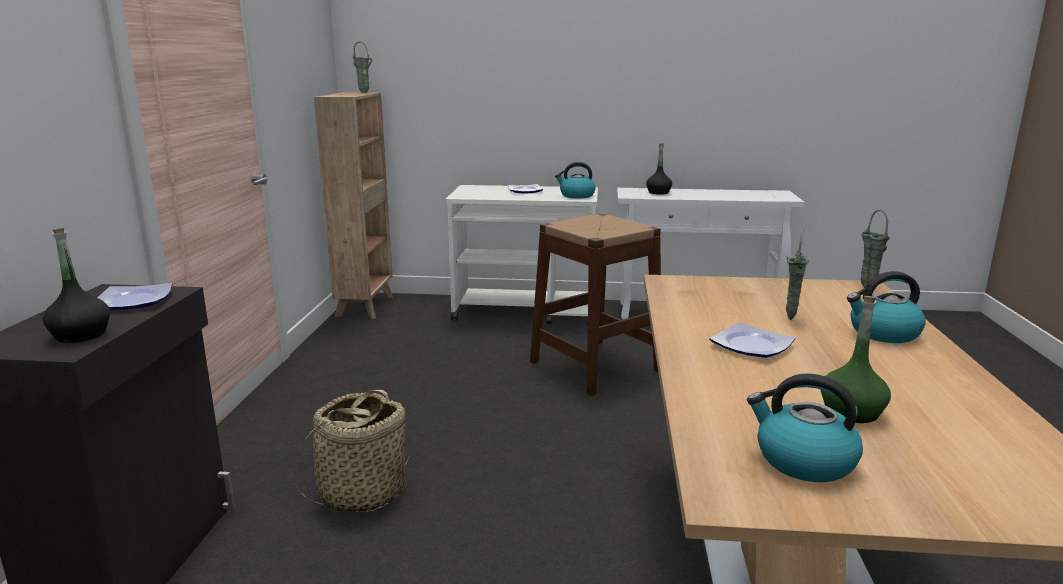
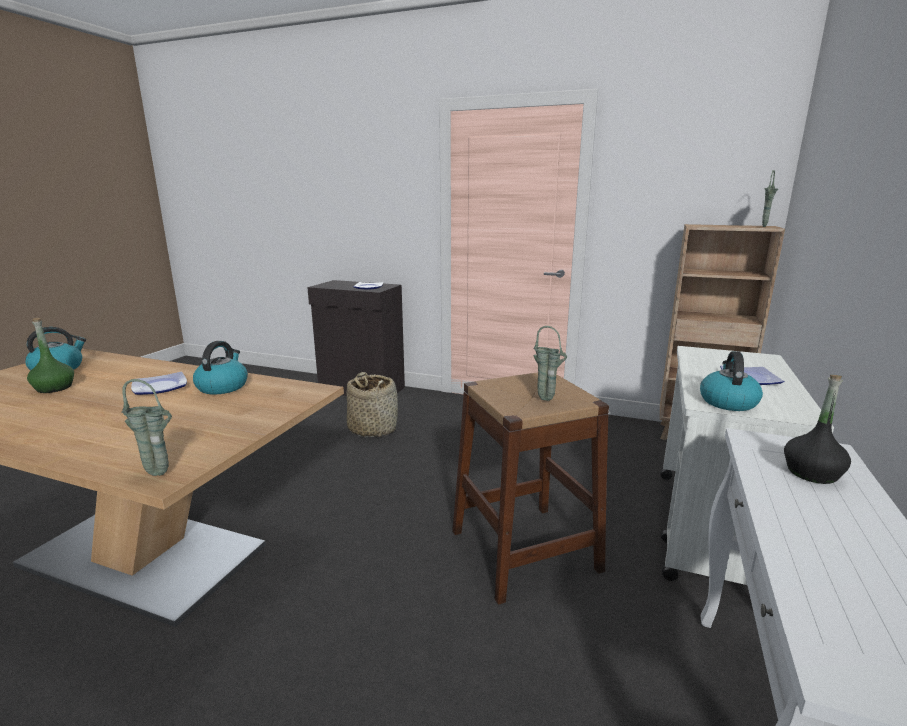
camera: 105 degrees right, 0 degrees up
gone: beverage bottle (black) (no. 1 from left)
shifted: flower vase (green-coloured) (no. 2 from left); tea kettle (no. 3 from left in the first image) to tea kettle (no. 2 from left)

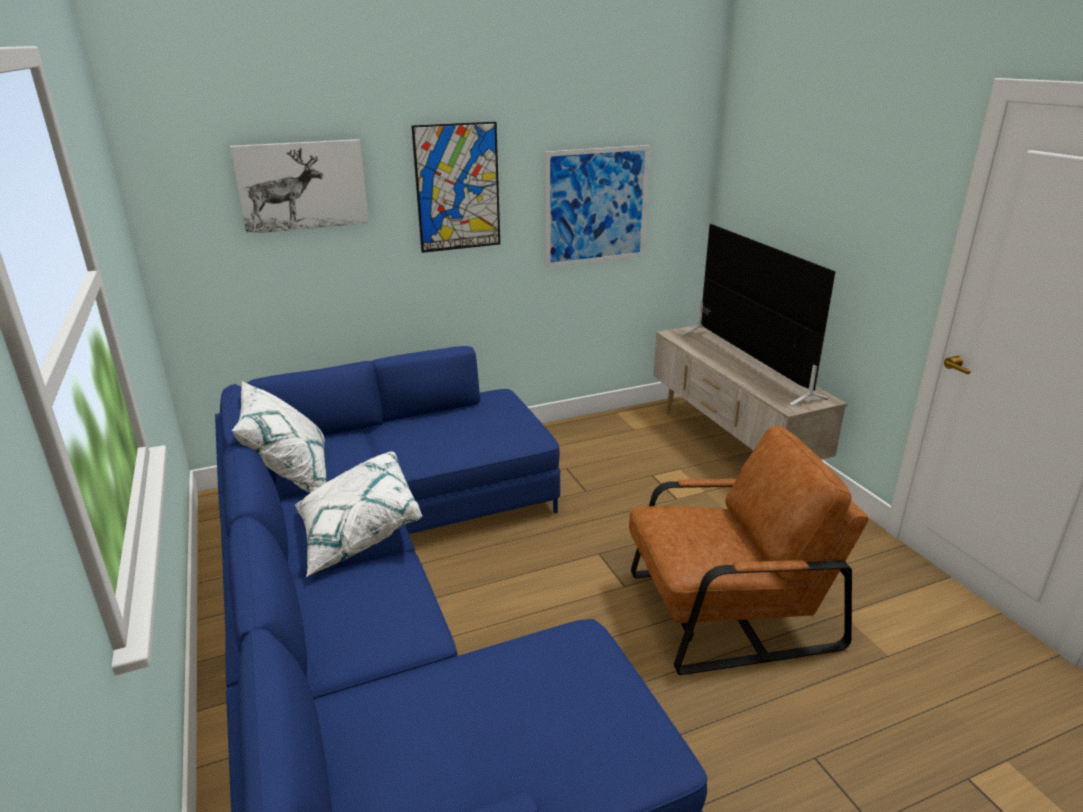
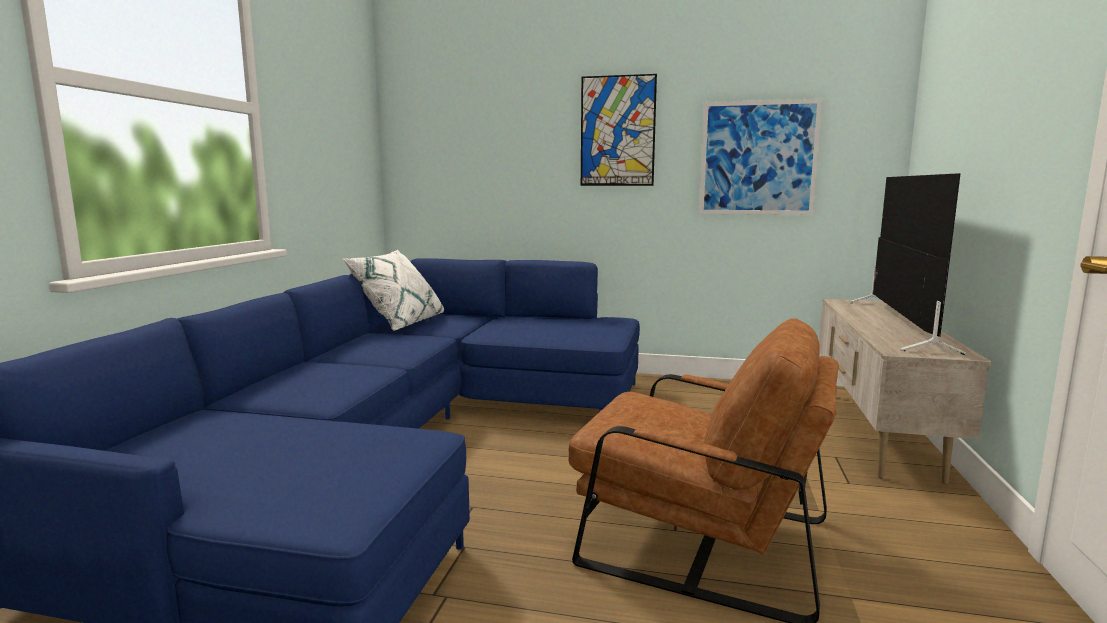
camera: 35 degrees right, 15 degrees down
gone: wall picture (no. 1 from left); throw pillow (whitish) (no. 2 from left)

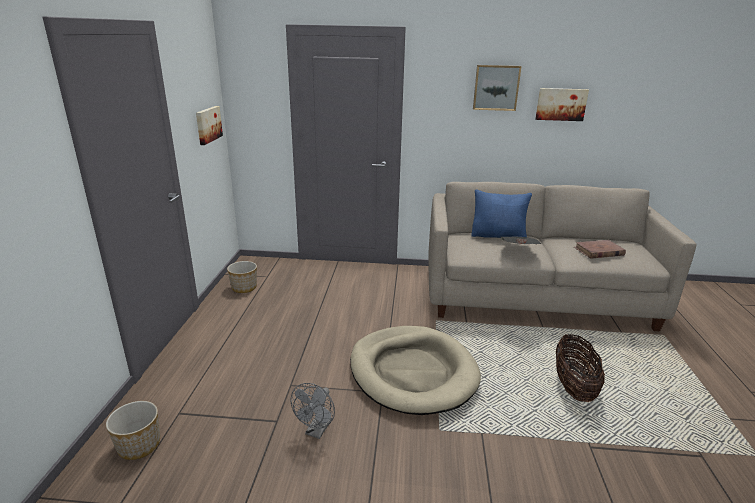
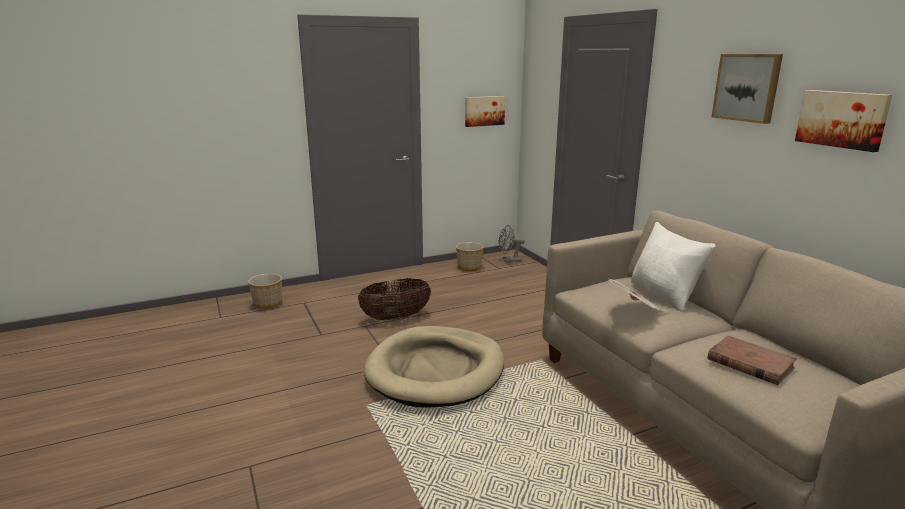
camera: 60 degrees right, 5 degrees down
shifted: storage basket; electric fan (greyish)
repainted: throw pillow (blue) to throw pillow (whitish)

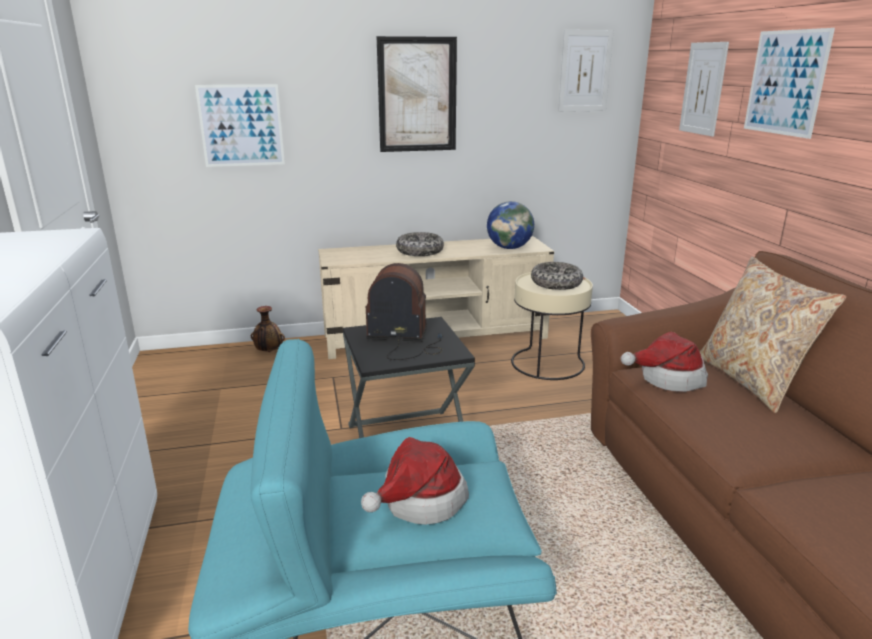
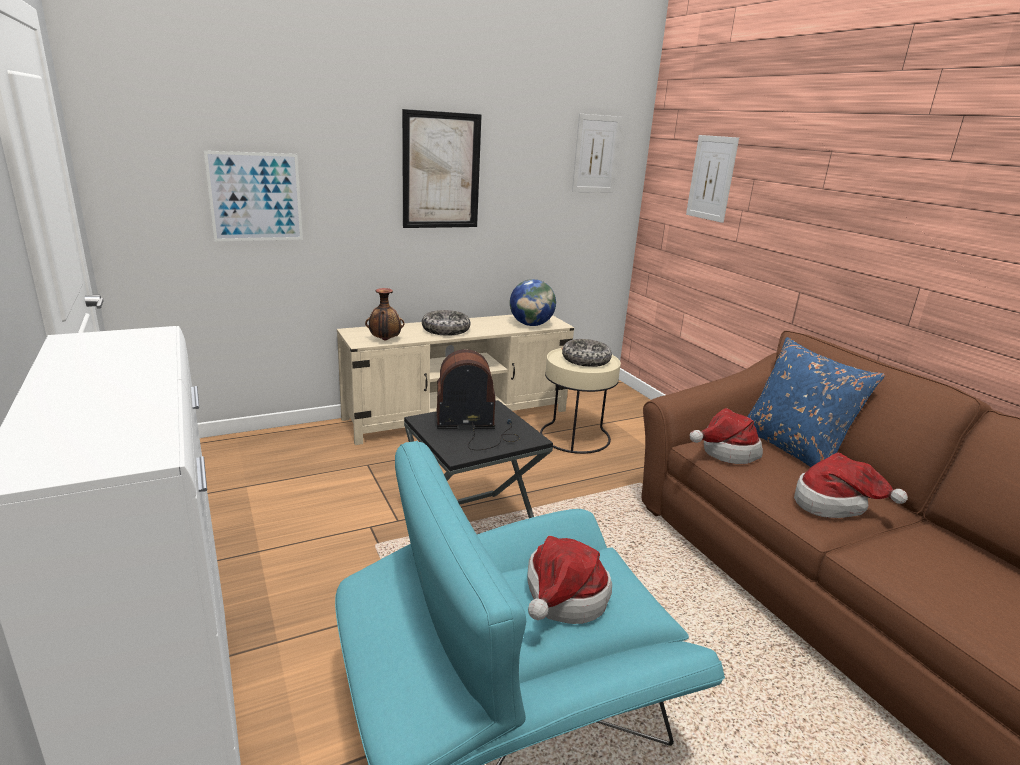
camera: 15 degrees left, 0 degrees up
gone: wall picture (no. 5 from left)
new: hat (no. 3 from left)
shifted: flower vase
repainted: throw pillow (beige-coloured) to throw pillow (blue)

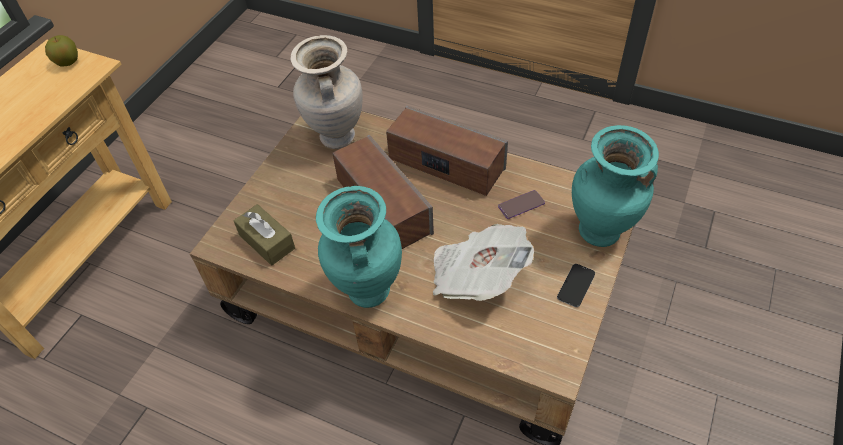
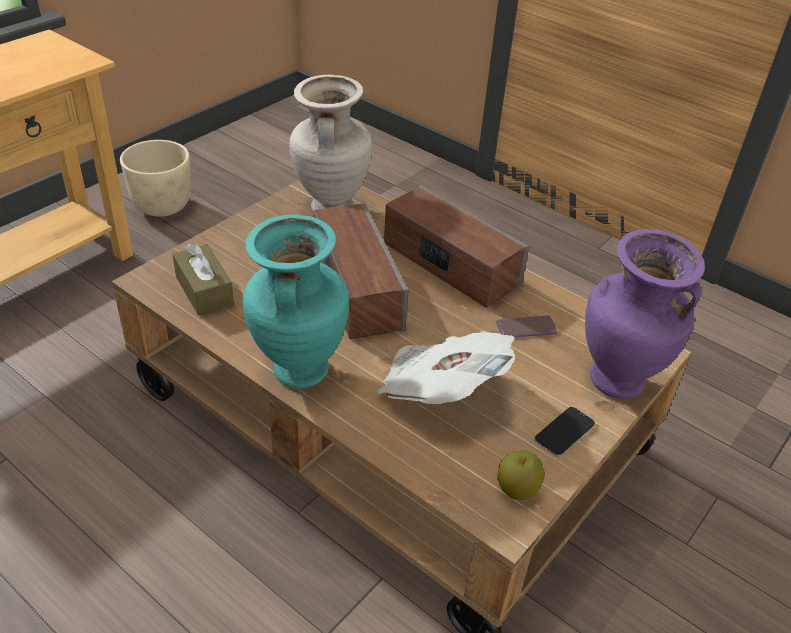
camera: 10 degrees right, 10 degrees down
new: planter (beige-coloured)
shifted: whole apple
repainted: flower vase (blue-green) (no. 2 from left) to flower vase (purplish)

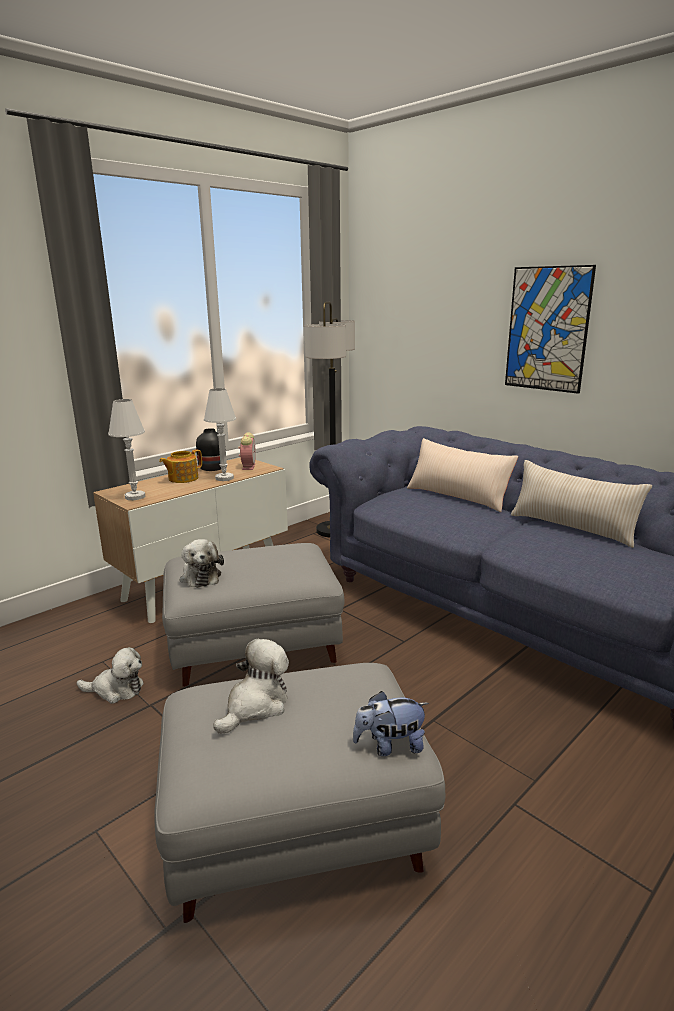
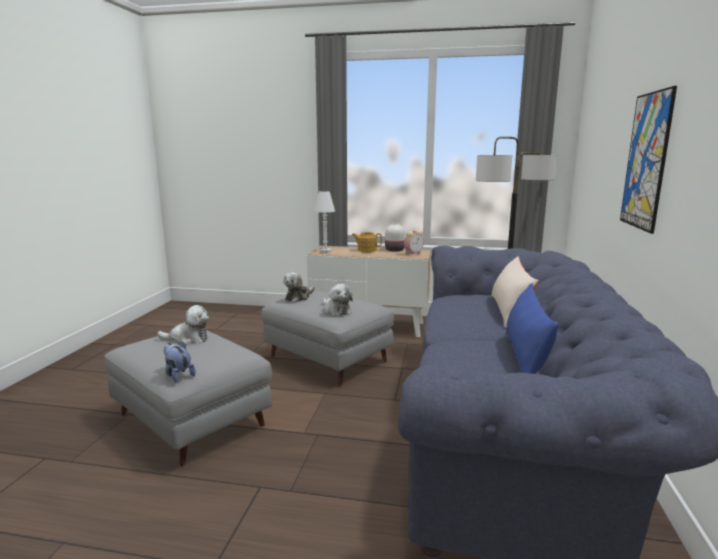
camera: 55 degrees right, 5 degrees down
gone: table lamp (whitish) (no. 2 from left)
shifted: soft toy (no. 1 from left in the first image) to soft toy (no. 4 from left)
repainted: flower vase (black) to flower vase (whitish); throw pillow (beige-coloured) (no. 2 from left) to throw pillow (blue)

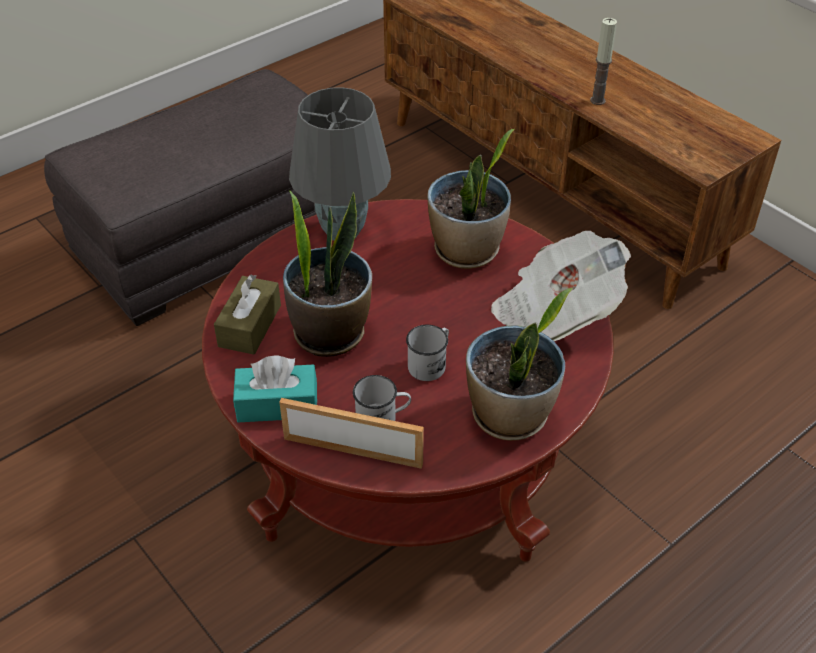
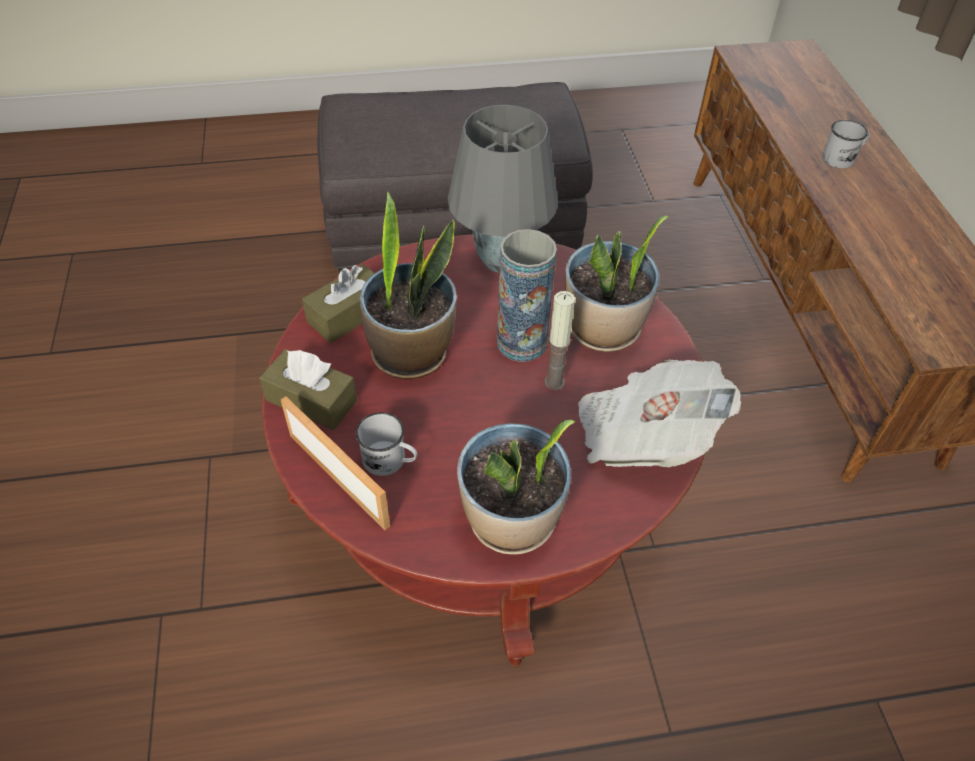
camera: 30 degrees right, 5 degrees up
new: flower vase
shifted: candle; tea mug (whitish) (no. 2 from left)
repainted: box of tissues (blue-green) to box of tissues (brown-coloured) (no. 1 from left)

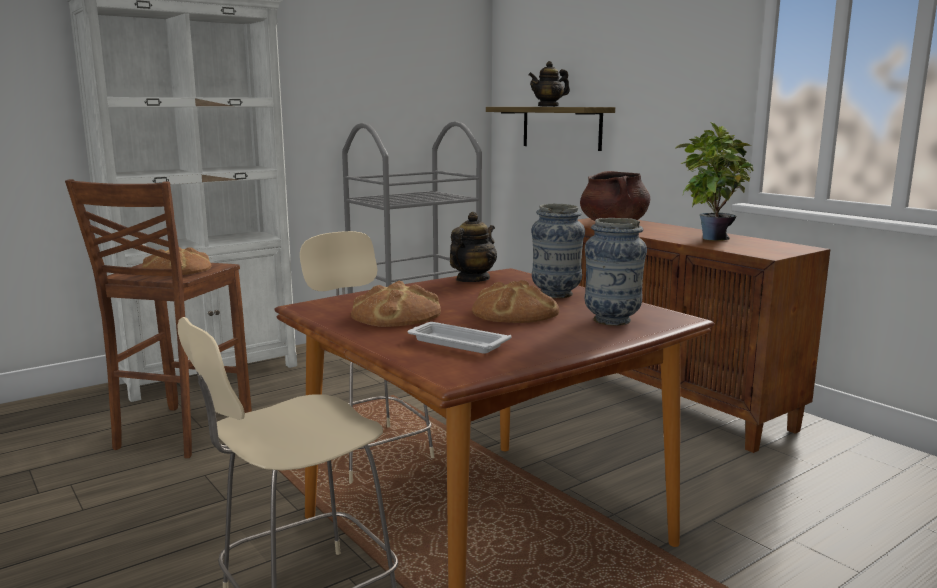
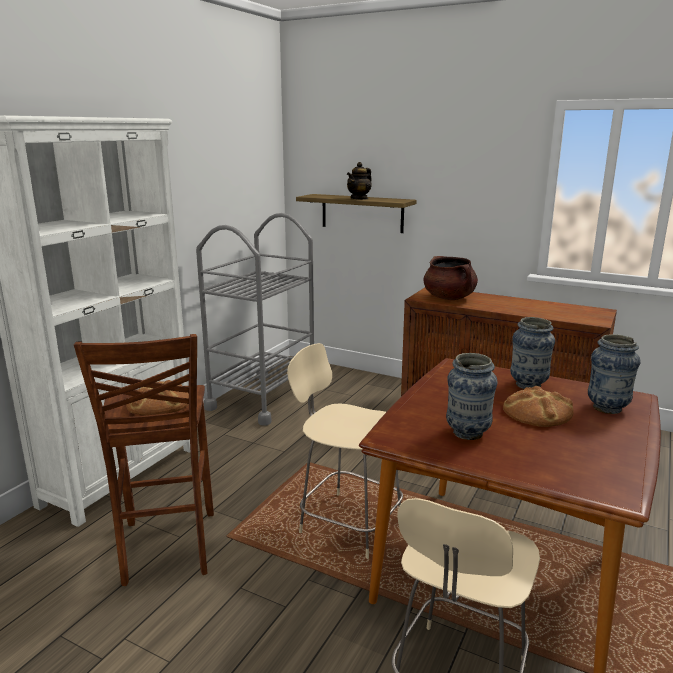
camera: 25 degrees left, 5 degrees up
gone: potted plant; teapot (no. 1 from left); serving tray (whitish)
swapped: bakery bread (no. 2 from left) to flower vase (no. 1 from left)

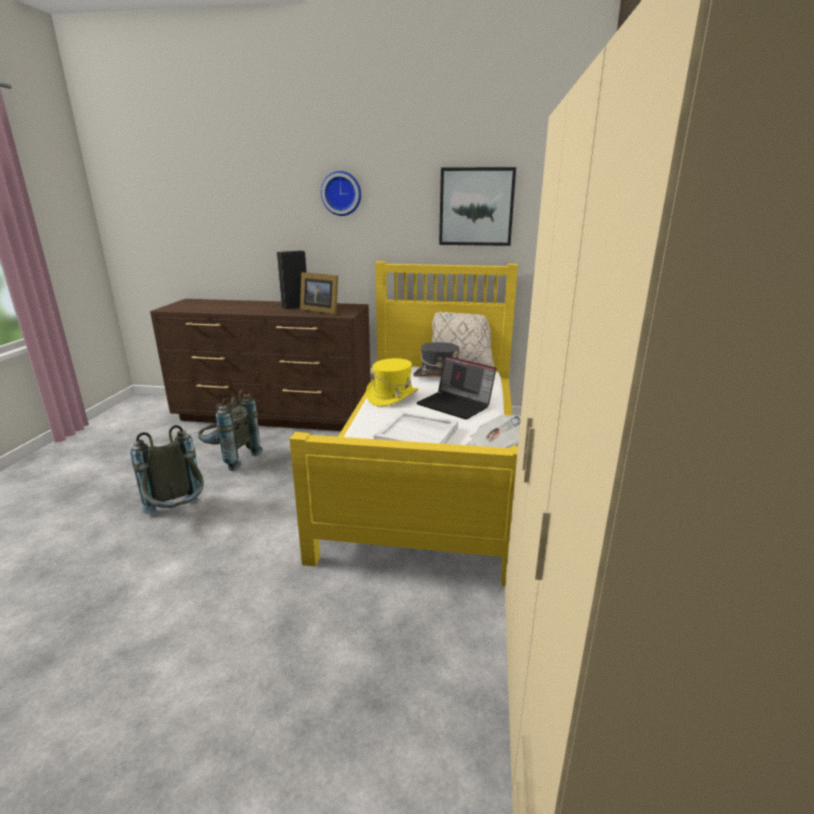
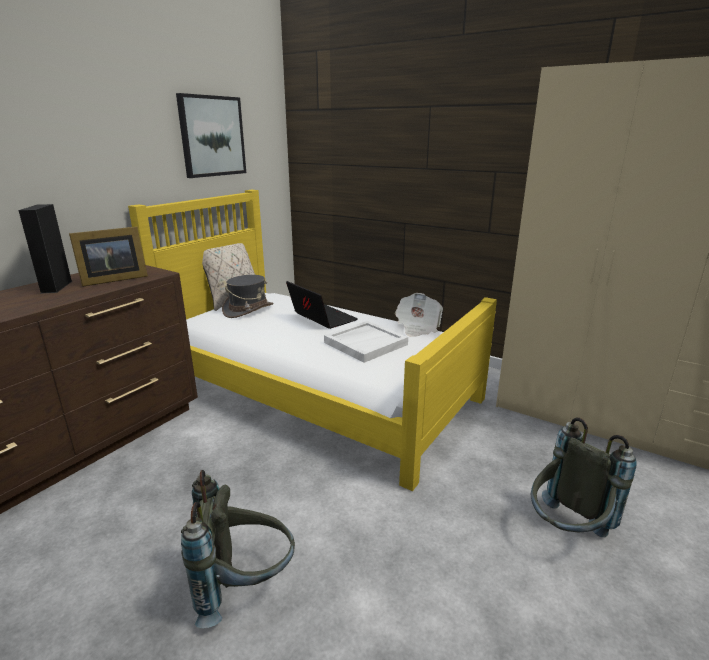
camera: 65 degrees left, 0 degrees up
gone: wall clock; hat (yellowish)
shifted: rucksack (greyish) (no. 2 from left)
rotated: laptop 105 degrees counterclockwise

